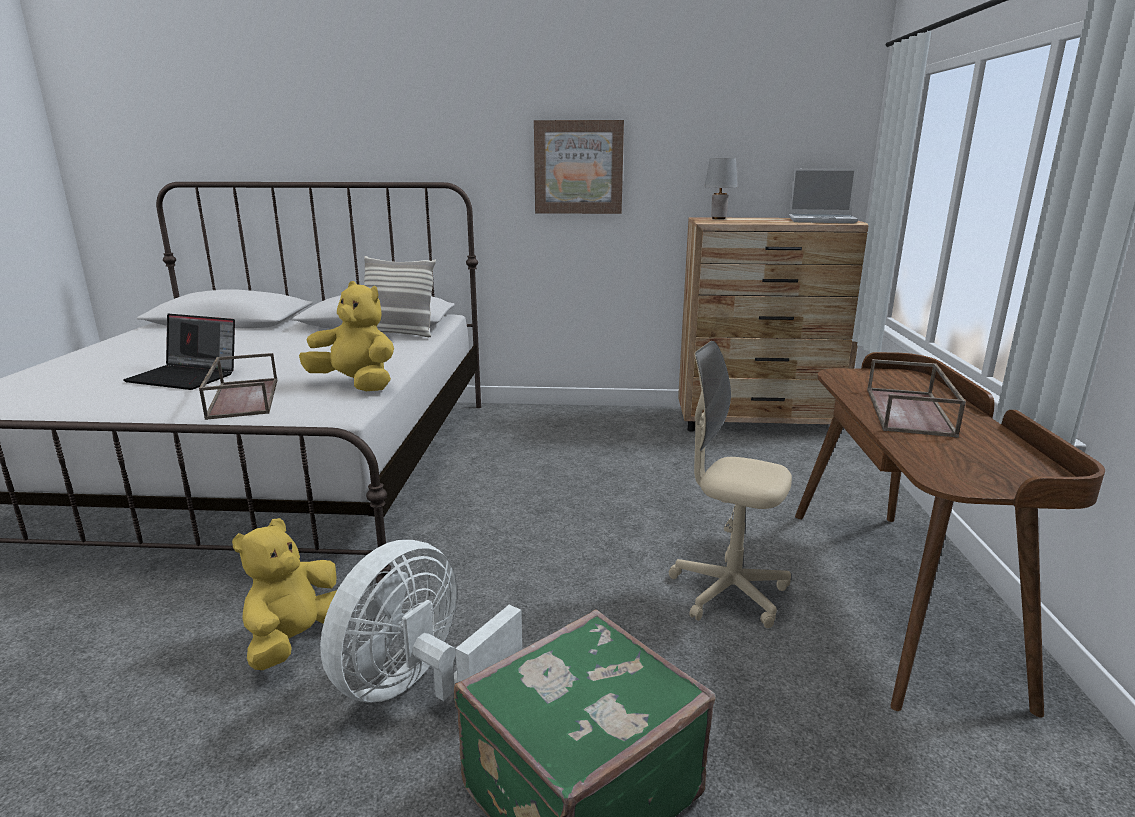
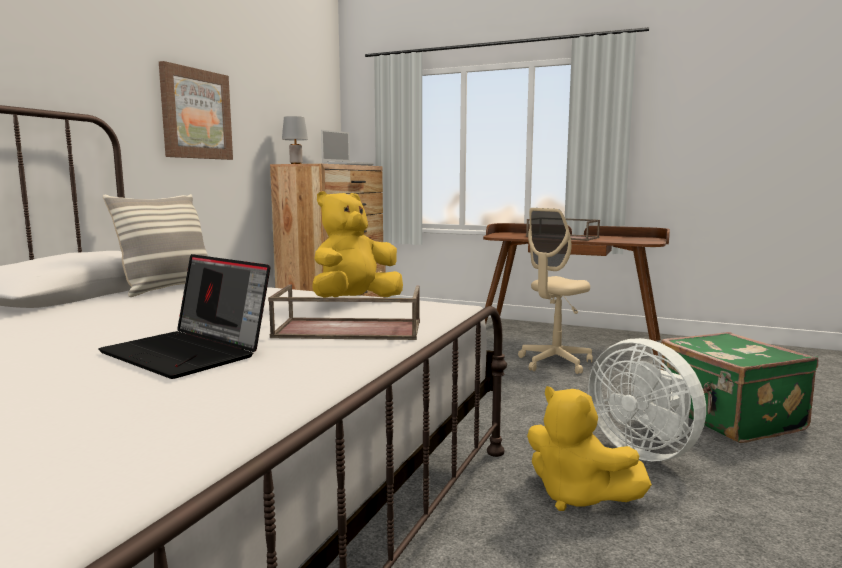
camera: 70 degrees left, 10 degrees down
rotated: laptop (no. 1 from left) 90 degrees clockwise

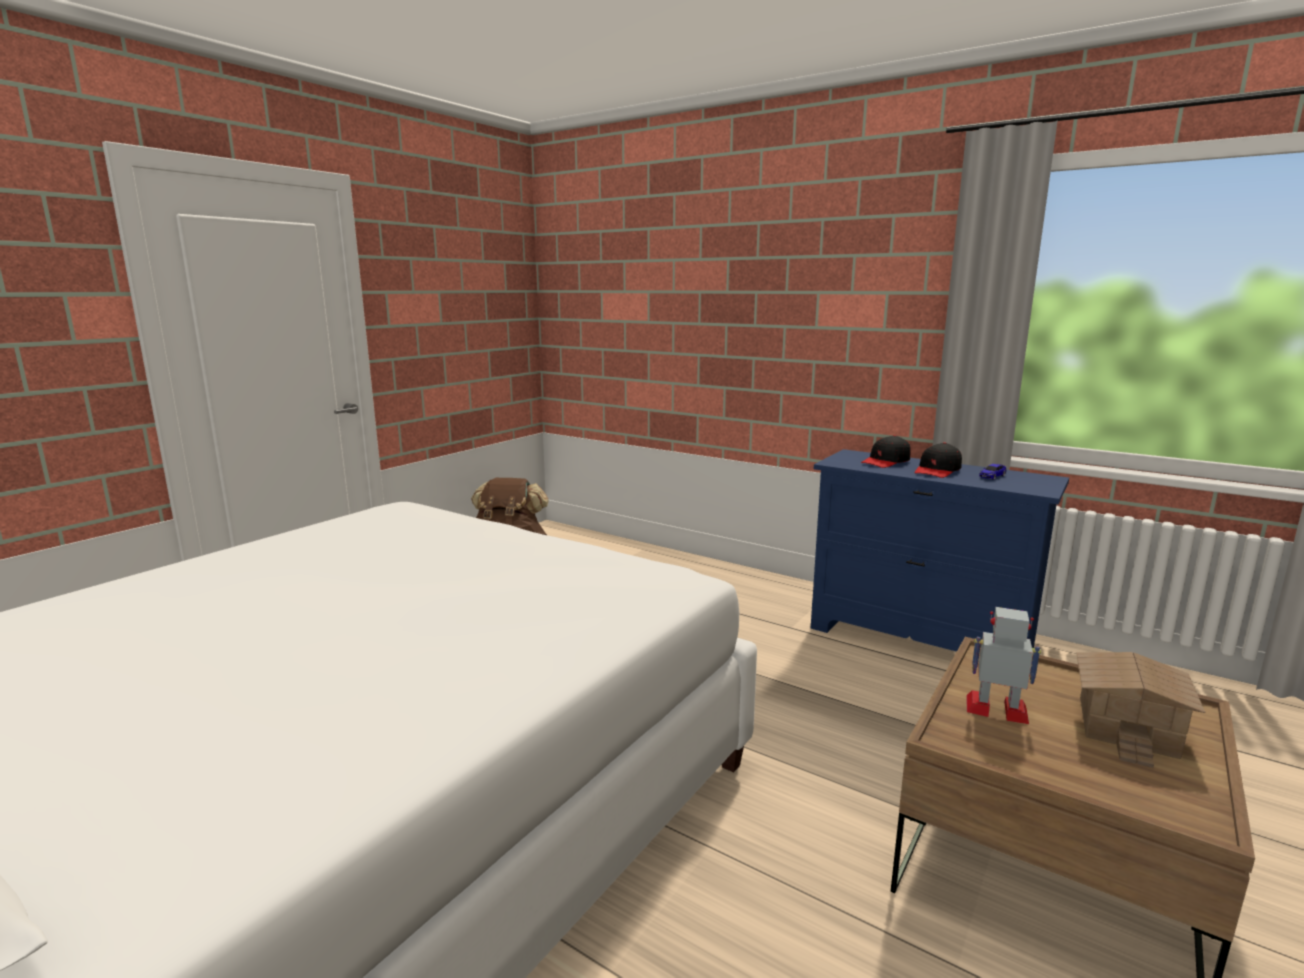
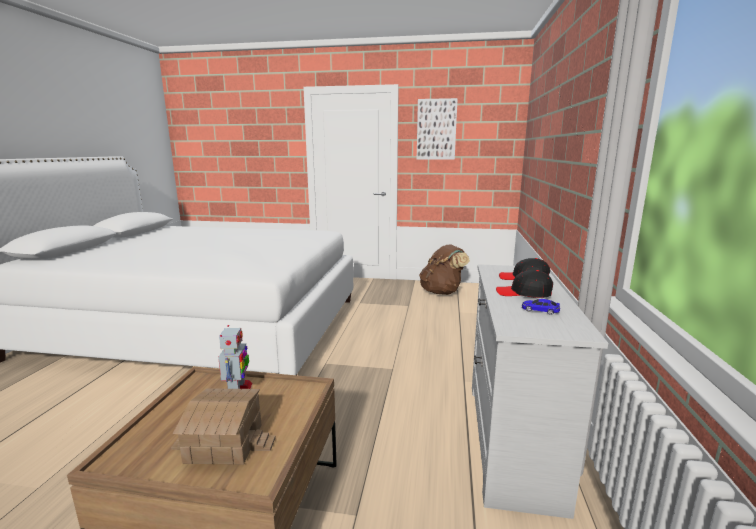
camera: 65 degrees right, 0 degrees up
new: wall picture
repainted: dresser (blue) to dresser (whitish)

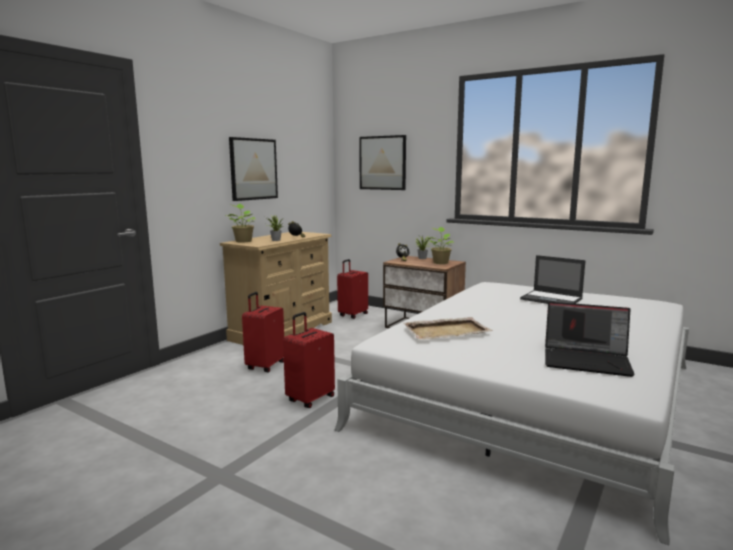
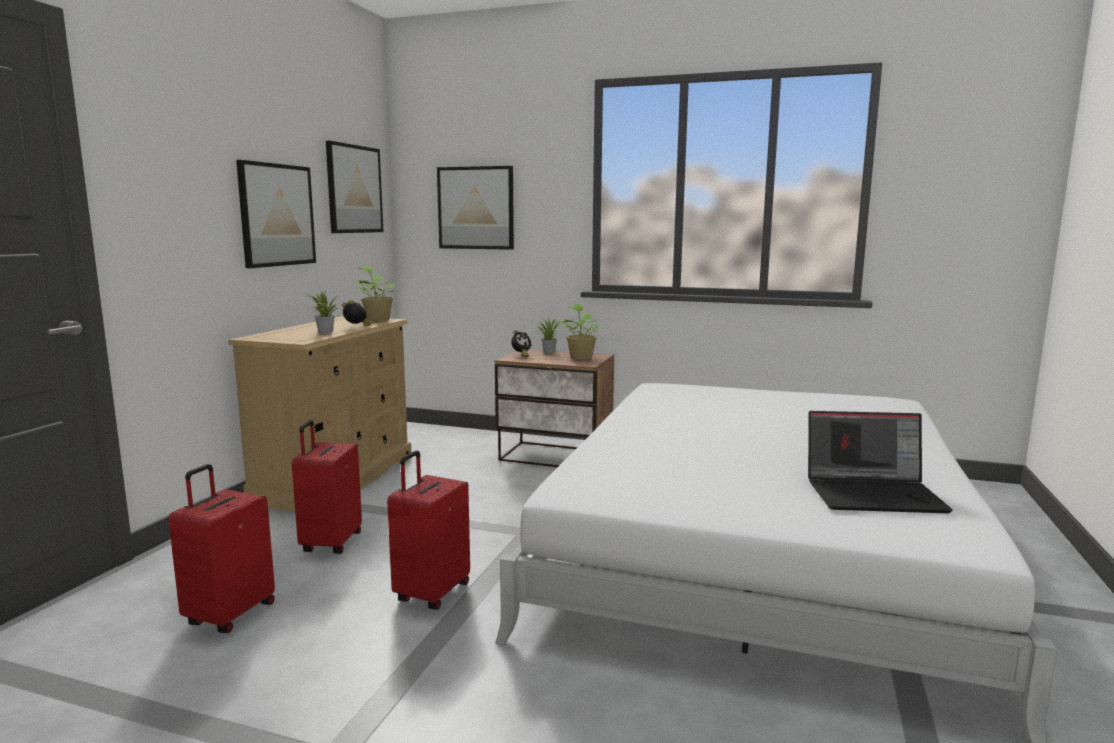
camera: 15 degrees left, 0 degrees up
gone: laptop (no. 1 from left); serving tray (beige-coloured)
new: wall picture (no. 2 from left)
shifted: potted plant (no. 1 from left in the first image) to potted plant (no. 2 from left); piece of luggage (red-coloured) (no. 3 from left in the first image) to piece of luggage (red-coloured) (no. 1 from left)

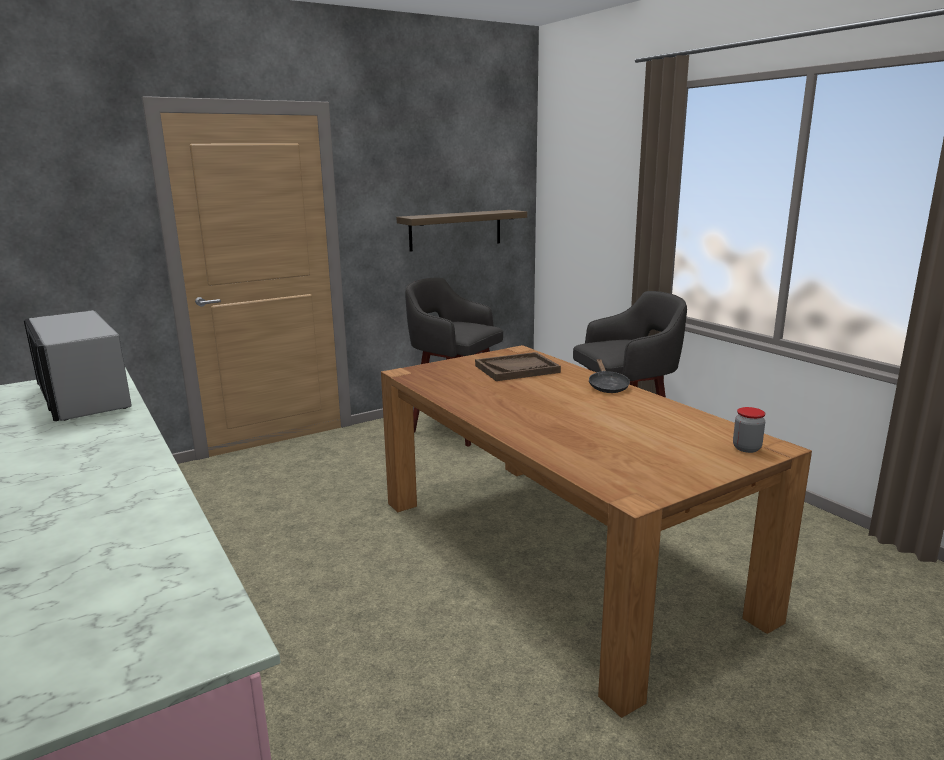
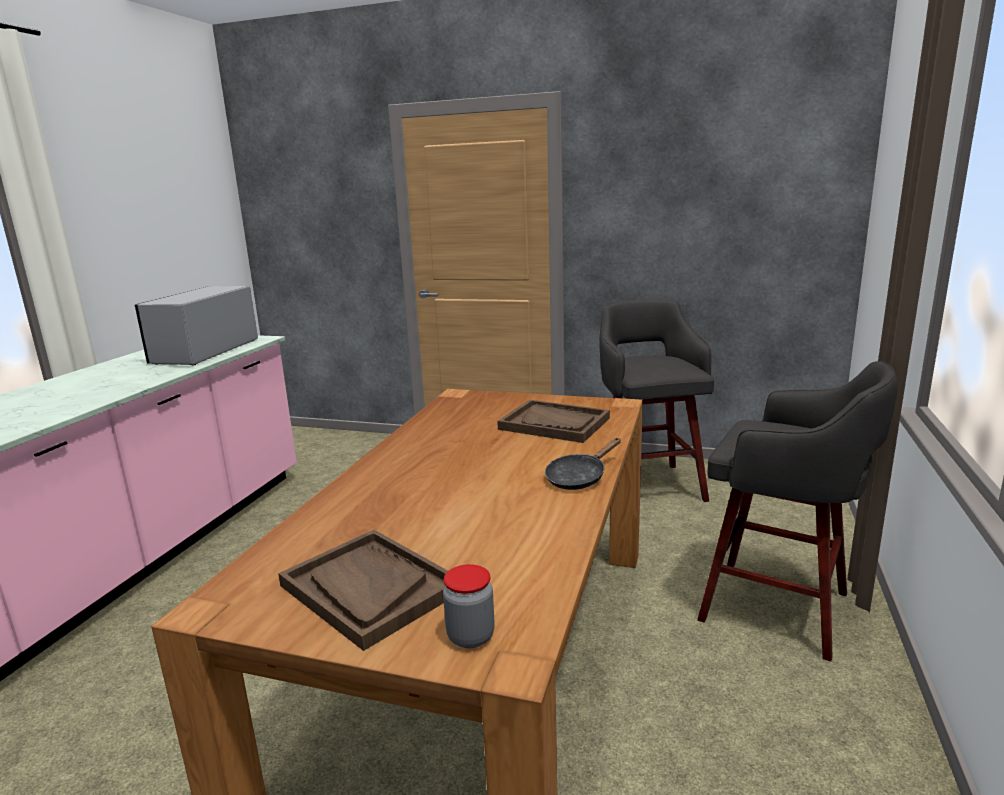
camera: 50 degrees right, 0 degrees up
gone: shelf
new: serving tray (brown-coloured) (no. 1 from left)

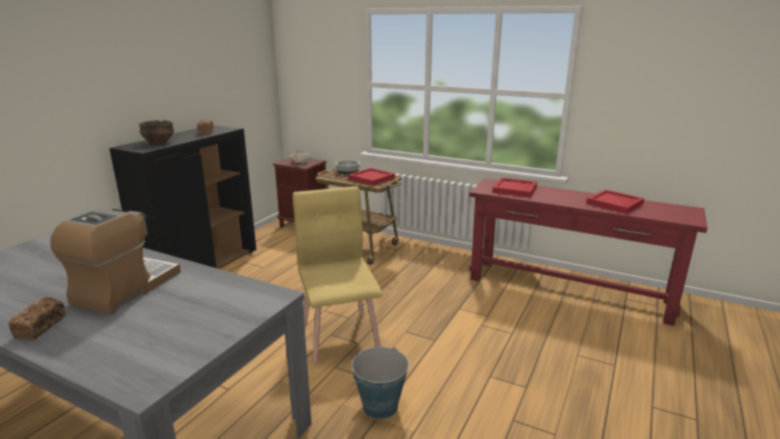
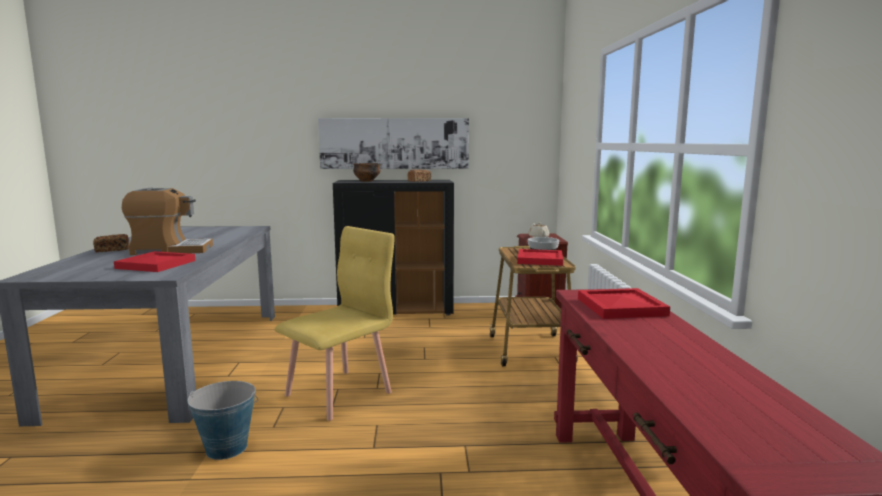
camera: 60 degrees right, 10 degrees down
new: wall picture
shifted: serving tray (red-coloured) (no. 3 from left in the first image) to serving tray (red-coloured) (no. 1 from left)

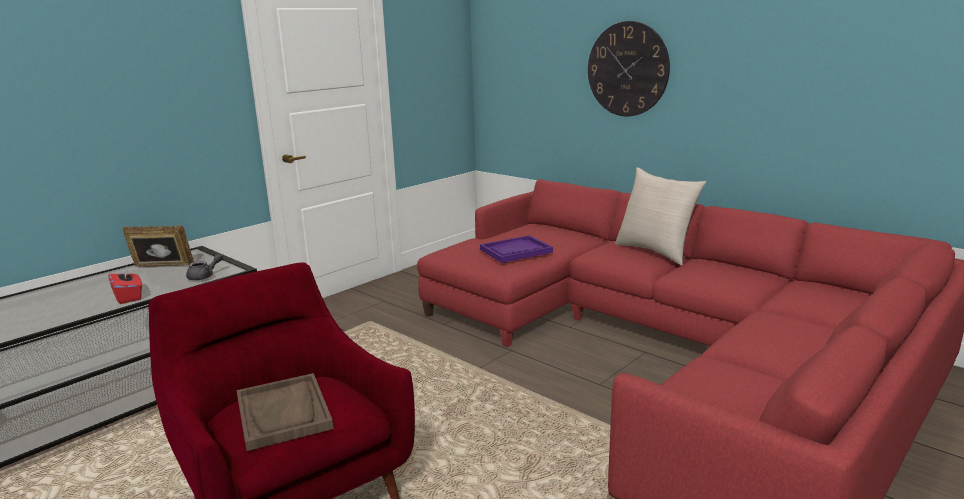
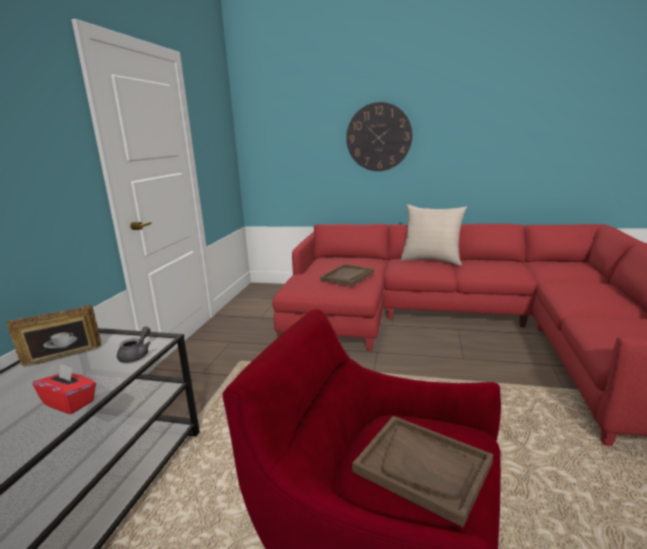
camera: 30 degrees left, 0 degrees up
repainted: serving tray (purplish) to serving tray (brown-coloured) (no. 1 from left)

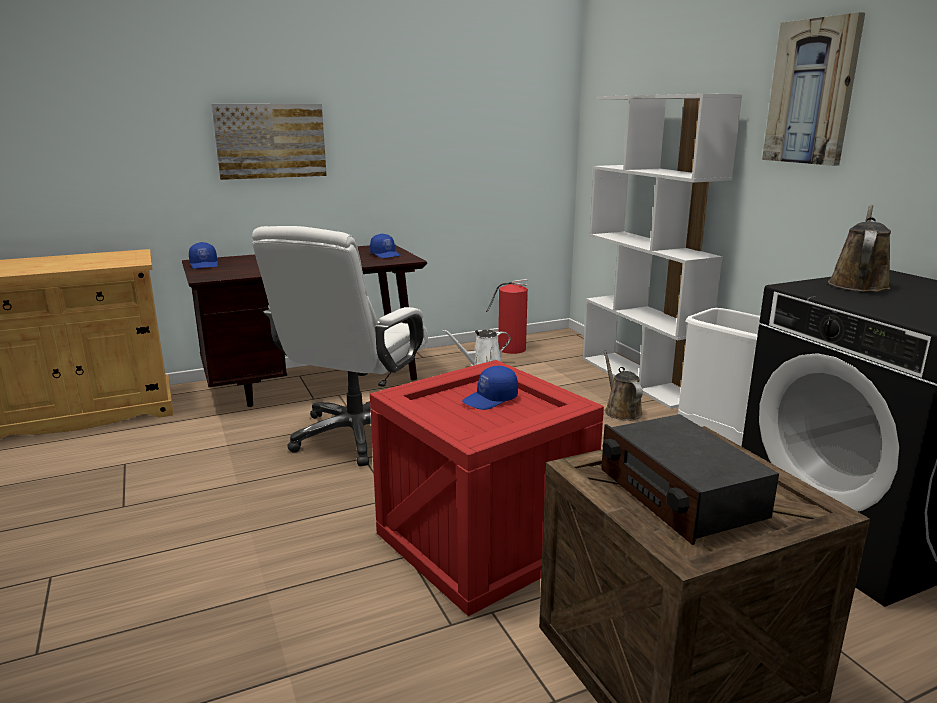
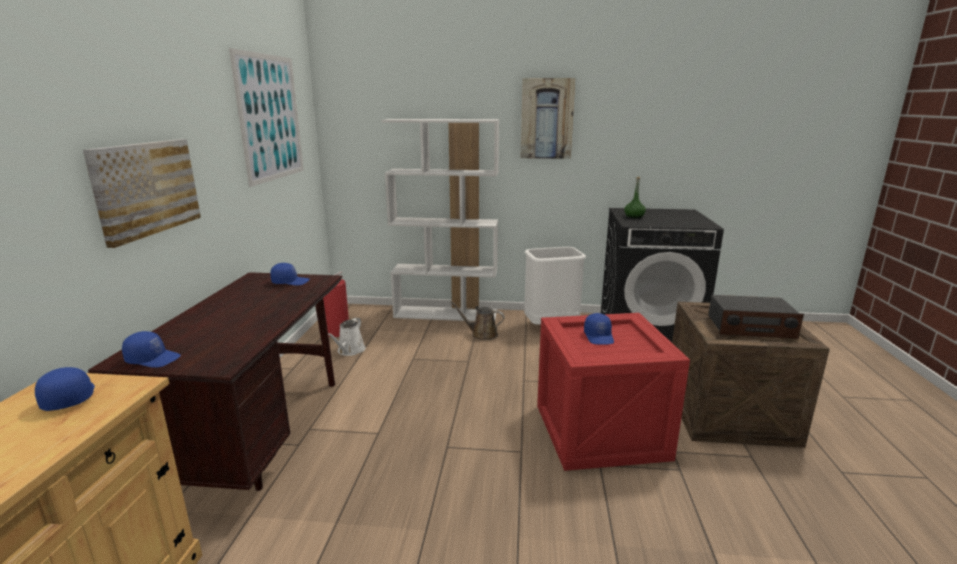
camera: 60 degrees left, 0 degrees up
gone: office chair (whitish)
new: wall picture (no. 2 from left); cap (blue) (no. 1 from left)
swapped: watering pot (brown-coloured) (no. 2 from left) to beverage bottle (green-coloured)

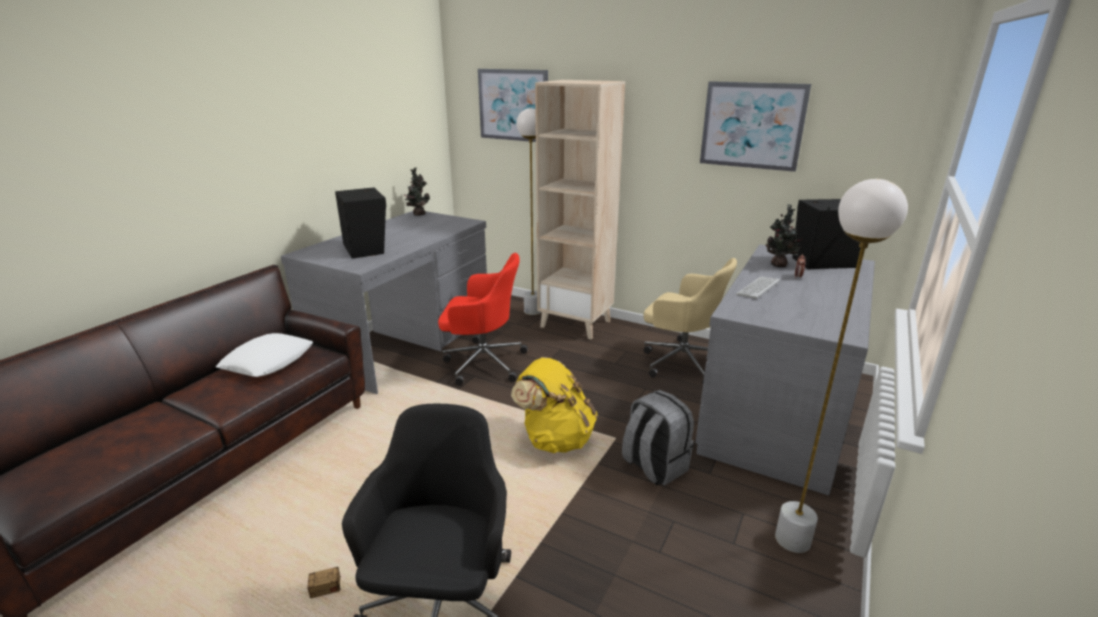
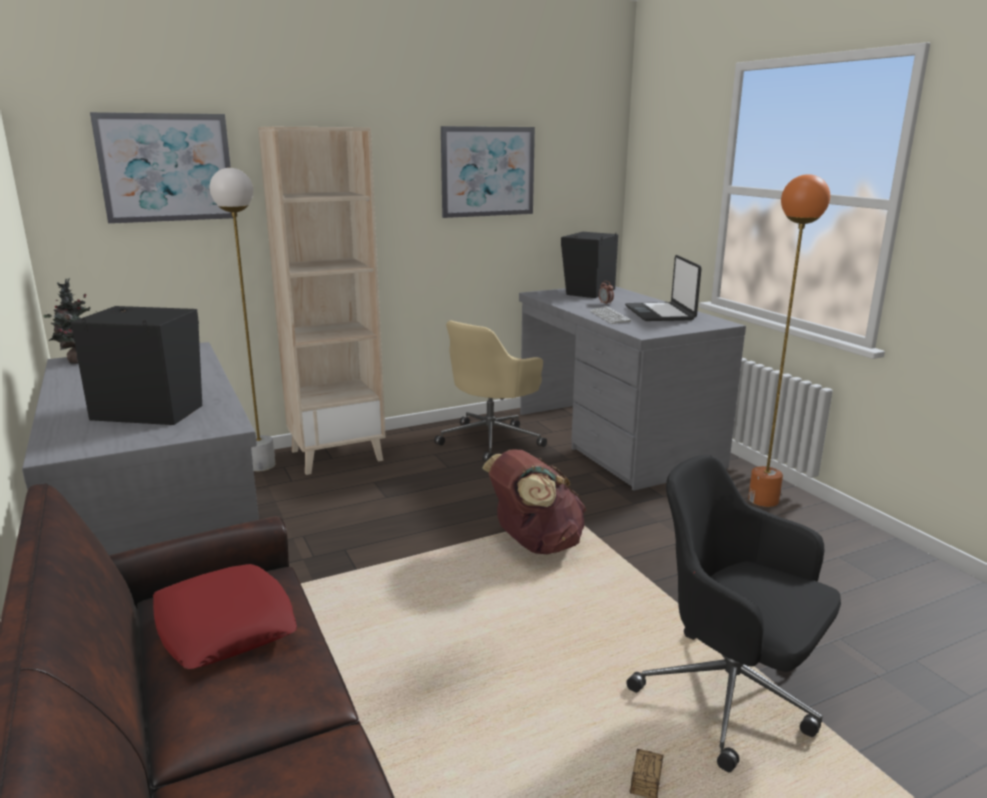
camera: 55 degrees left, 5 degrees down
gone: potted plant (no. 2 from left); office chair (red-coloured); rucksack (greyish)
new: laptop
repainted: standing lamp (whitish) (no. 2 from left) to standing lamp (orange-coloured); throw pillow (whitish) to throw pillow (red-coloured); rucksack (yellowish) to rucksack (brown-coloured)
rotated: office chair (beige-coloured) 150 degrees clockwise

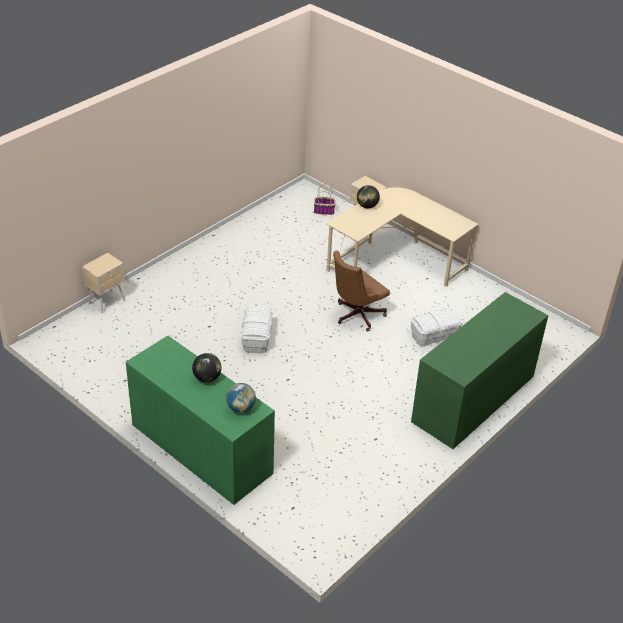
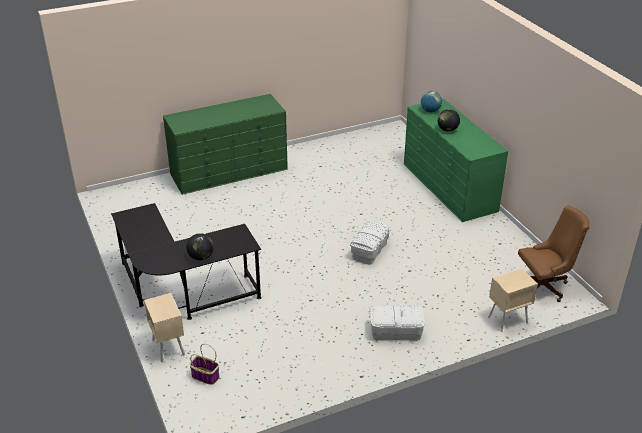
camera: 155 degrees left, 5 degrees down
shifted: office chair (brown-coloured); storage bin (whitish) (no. 2 from left)
repainted: desk table (beige-coloured) to desk table (black)

